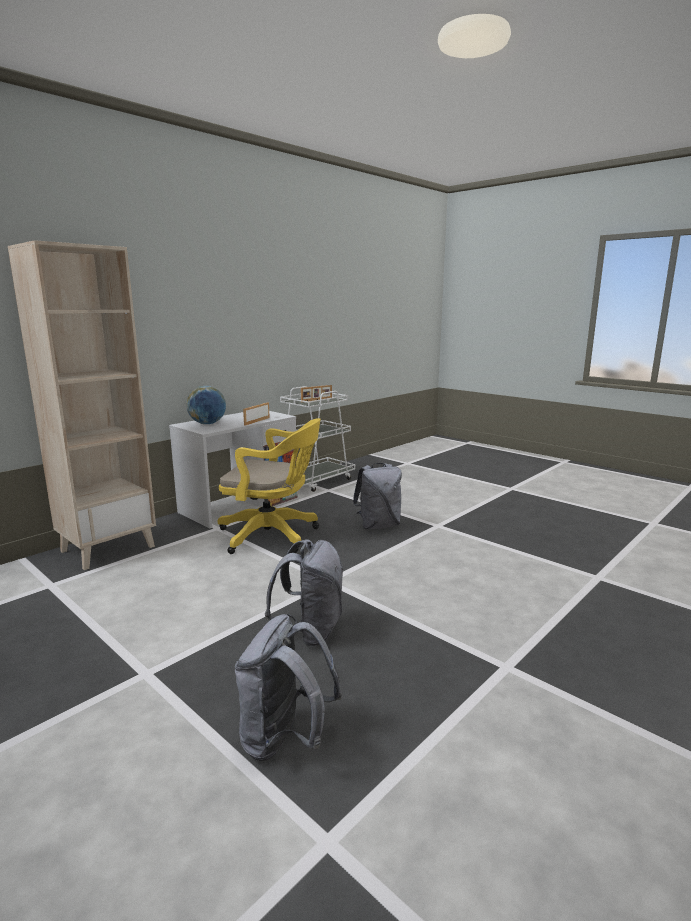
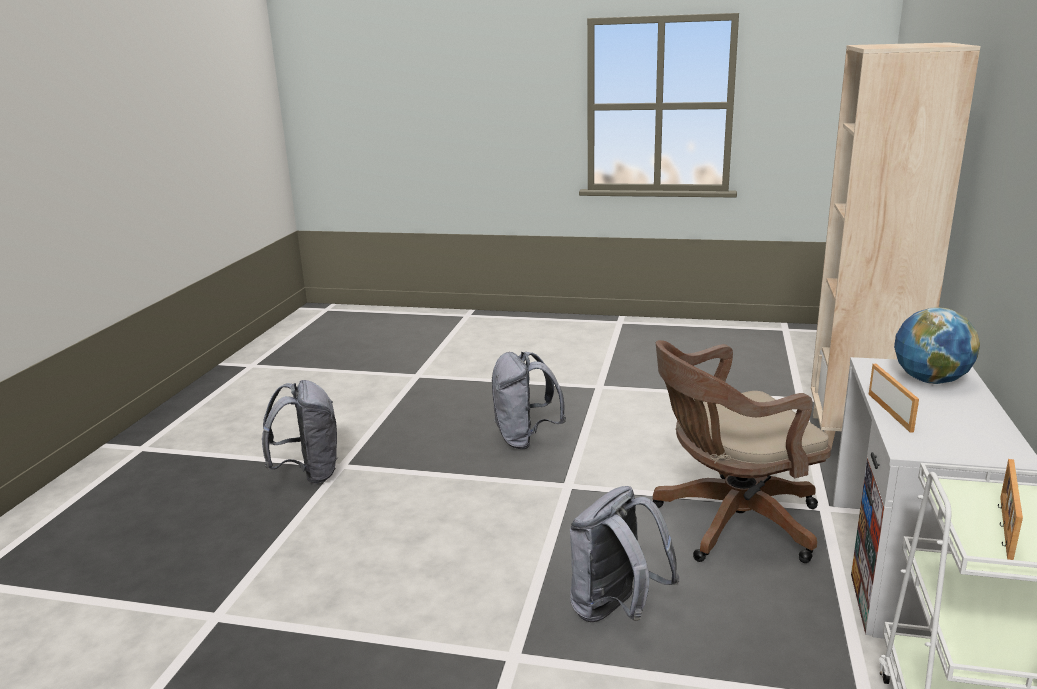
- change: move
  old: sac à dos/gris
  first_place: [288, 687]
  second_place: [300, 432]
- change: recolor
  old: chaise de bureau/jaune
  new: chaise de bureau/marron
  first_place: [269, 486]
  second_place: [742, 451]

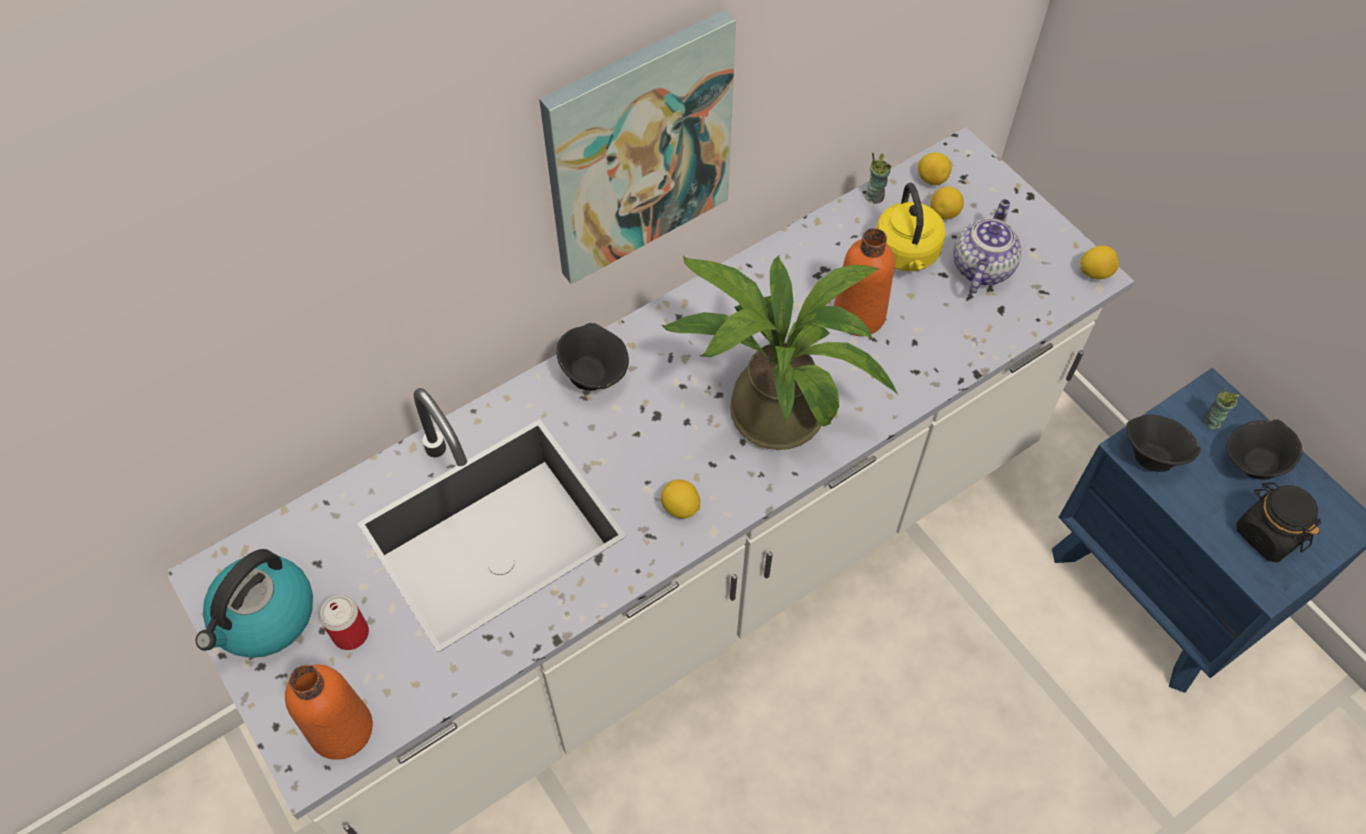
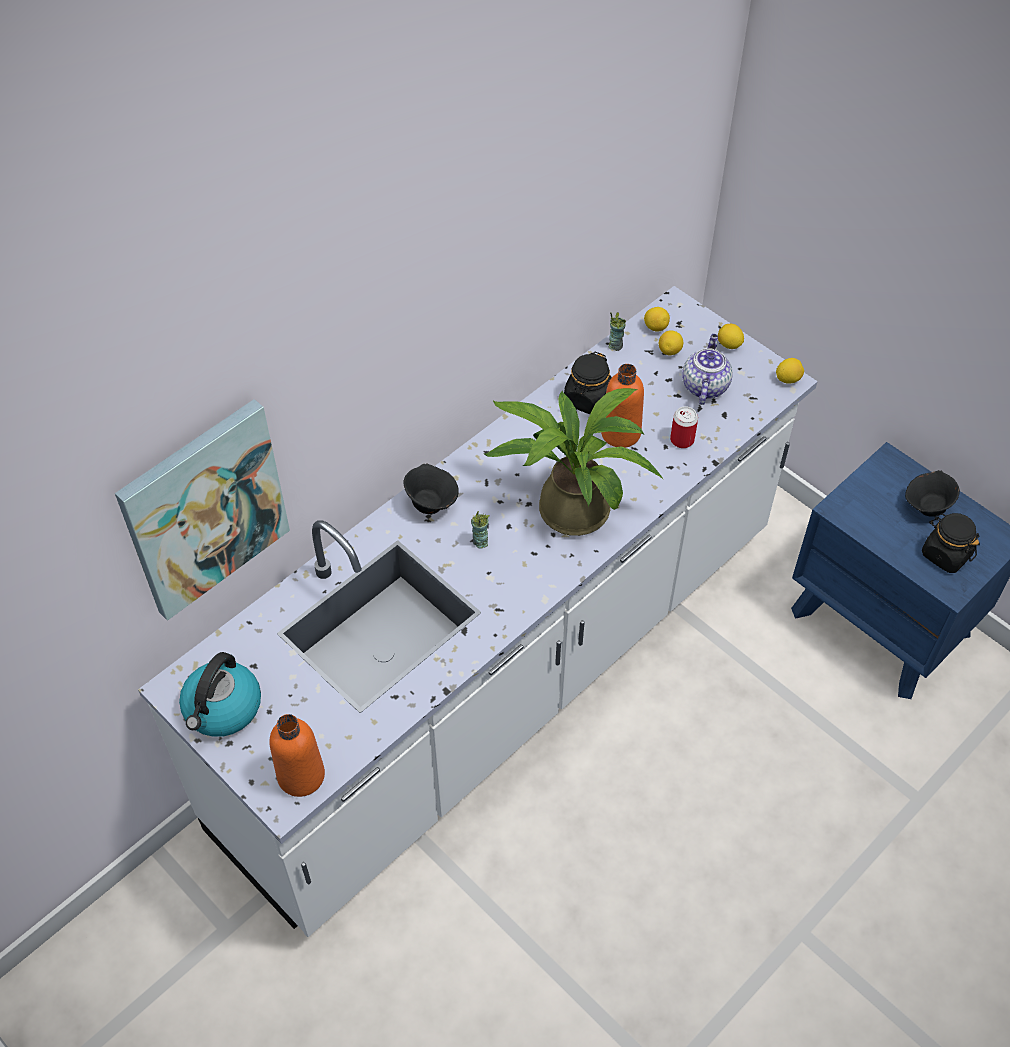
- change: delete
  old: bouilloire/jaune
  first_place: [911, 227]
- change: delete
  old: bol/noir
  first_place: [1164, 443]
- change: insert
  new: bocal/noir
  second_place: [588, 382]
- change: move
  old: boîte métallique
  first_place: [344, 622]
  second_place: [684, 427]
- change: move
  old: tableau
  first_place: [637, 146]
  second_place: [202, 510]
- change: move
  old: citron
  first_place: [680, 499]
  second_place: [731, 336]
- change: move
  old: tasse
  first_place: [1221, 409]
  second_place: [480, 530]

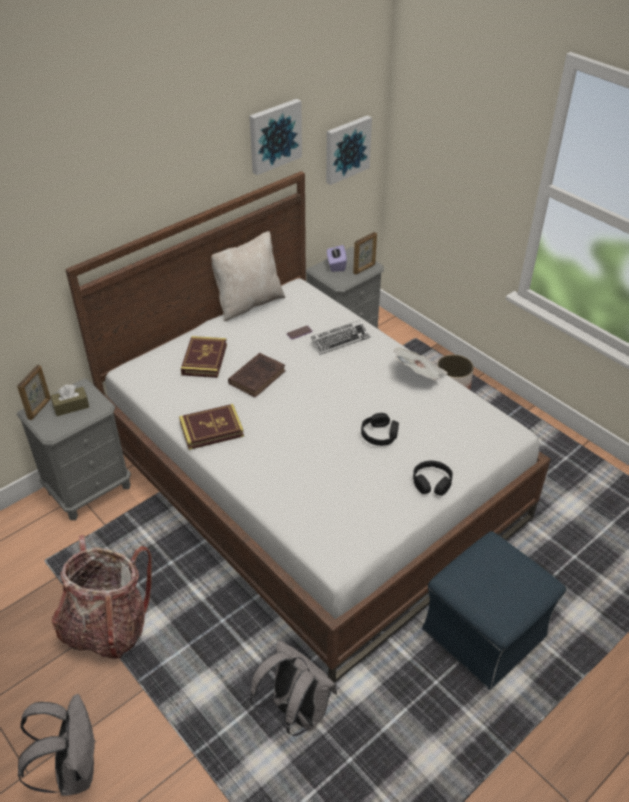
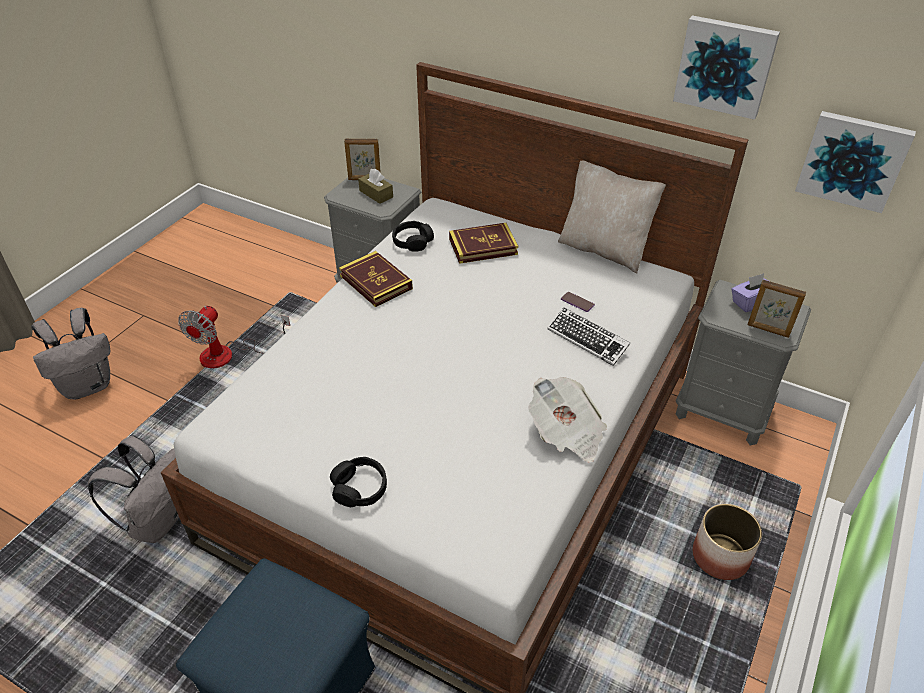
- change: delete
  old: livre/marron
  first_place: [257, 375]
- change: move
  old: casque audio/noir
  first_place: [380, 429]
  second_place: [413, 236]
- change: replace
  old: sac à dos
  new: ventilateur
  first_place: [102, 597]
  second_place: [234, 337]

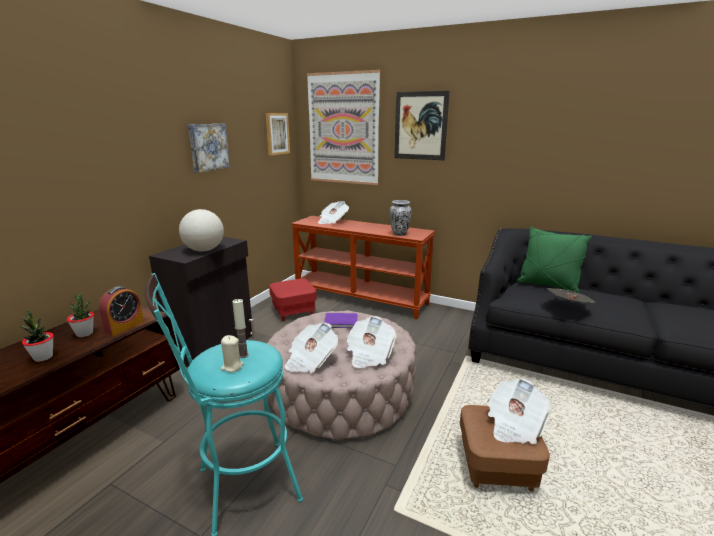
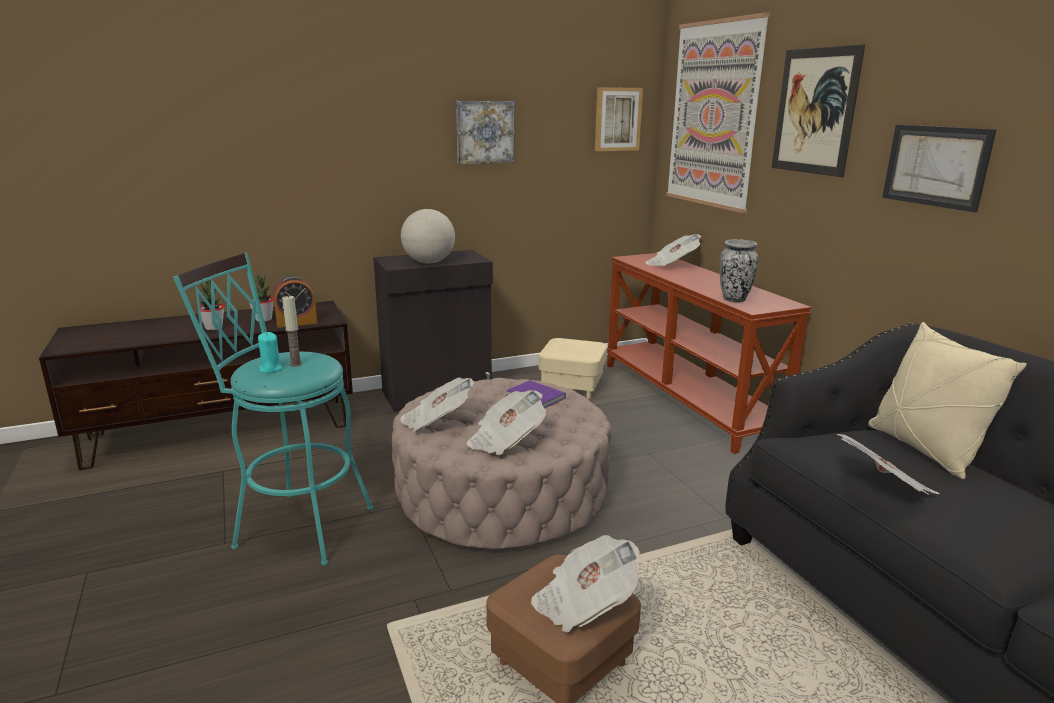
- change: insert
  new: tableau
  second_place: [939, 168]
- change: recolor
  old: bougie/beige
  new: bougie/turquoise
  first_place: [232, 353]
  second_place: [270, 352]
- change: recolor
  old: pouf/rouge
  new: pouf/beige
  first_place: [293, 299]
  second_place: [572, 368]
- change: recolor
  old: coussin/vert
  new: coussin/beige
  first_place: [554, 260]
  second_place: [947, 400]

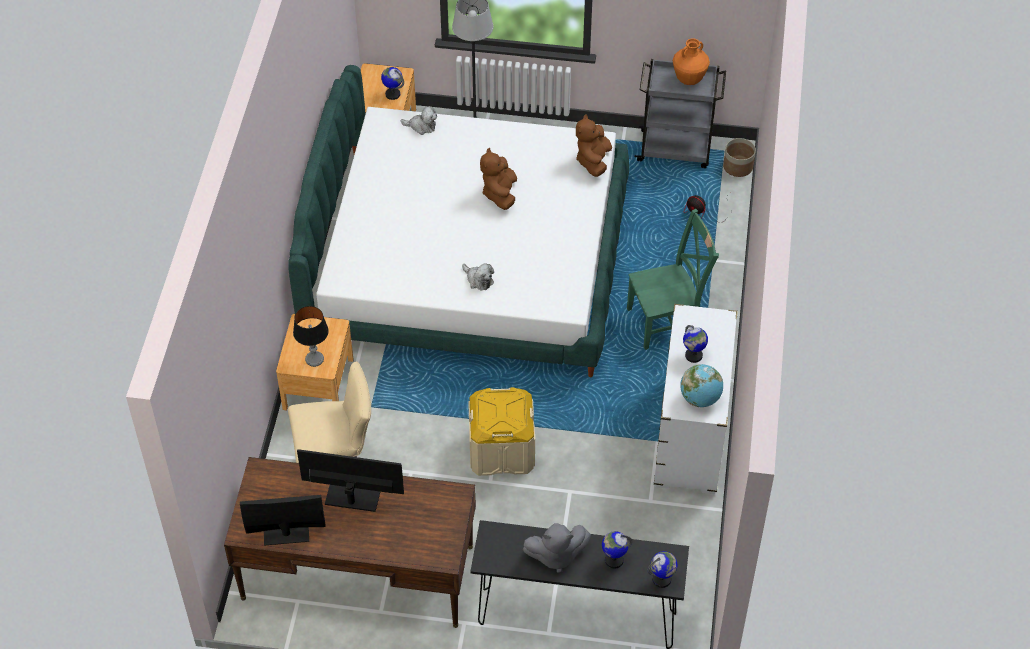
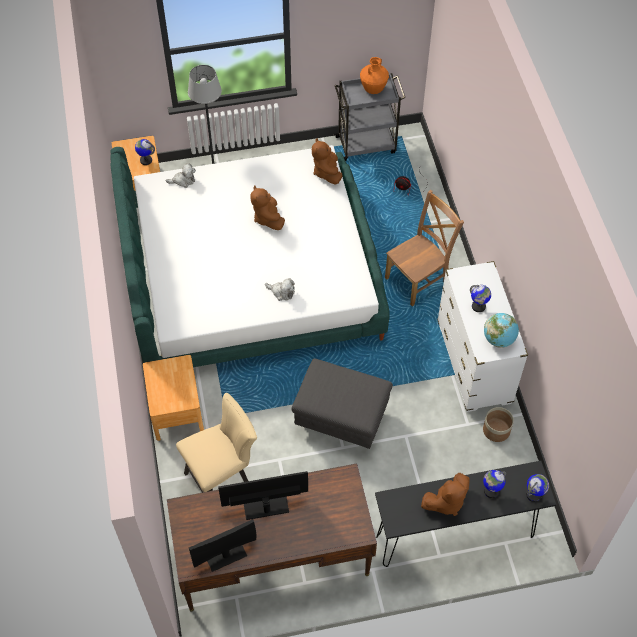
- change: delete
  old: lampe de table
  first_place: [311, 336]
- change: move
  old: cache-pot
  first_place: [739, 157]
  second_place: [498, 424]
- change: replace
  old: boîte de rangement/beige
  new: pouf/gris
  first_place: [501, 431]
  second_place: [342, 403]
- change: recolor
  old: peluche/gris
  new: peluche/marron
  first_place: [557, 548]
  second_place: [445, 494]
- change: recolor
  old: chaise/vert
  new: chaise/marron
  first_place: [673, 279]
  second_place: [424, 248]

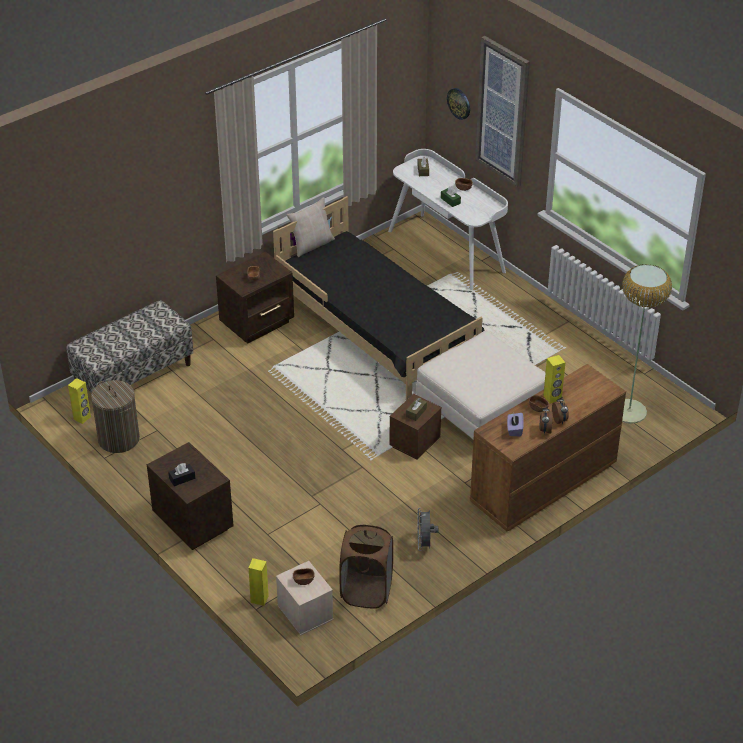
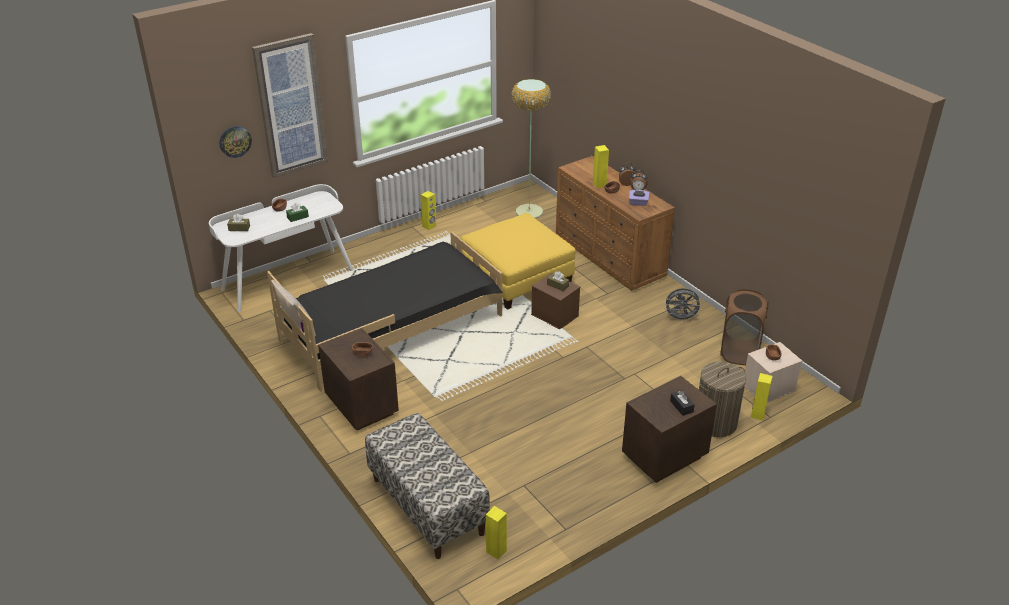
- change: insert
  new: enceinte/jaune
  second_place: [428, 210]
- change: move
  old: panier à linge
  first_place: [115, 416]
  second_place: [722, 399]
- change: recolor
  old: pouf/blanc
  new: pouf/jaune
  first_place: [481, 384]
  second_place: [518, 261]

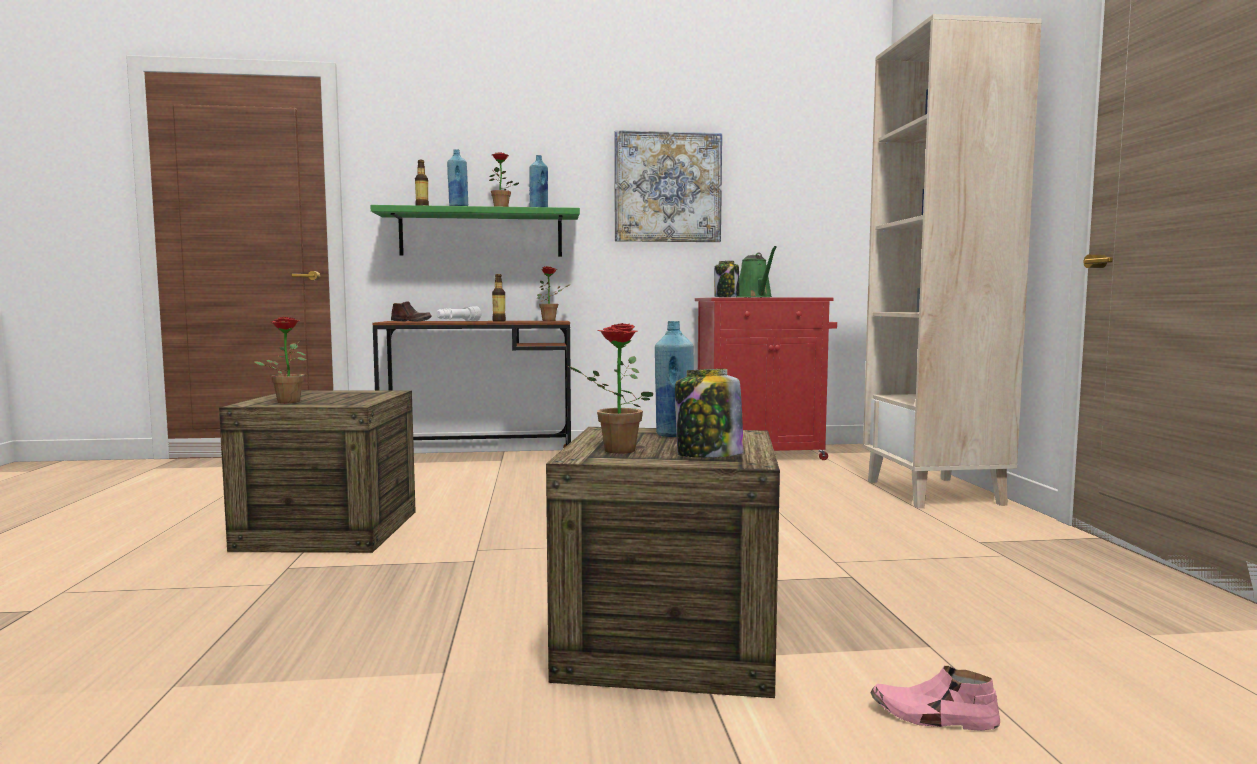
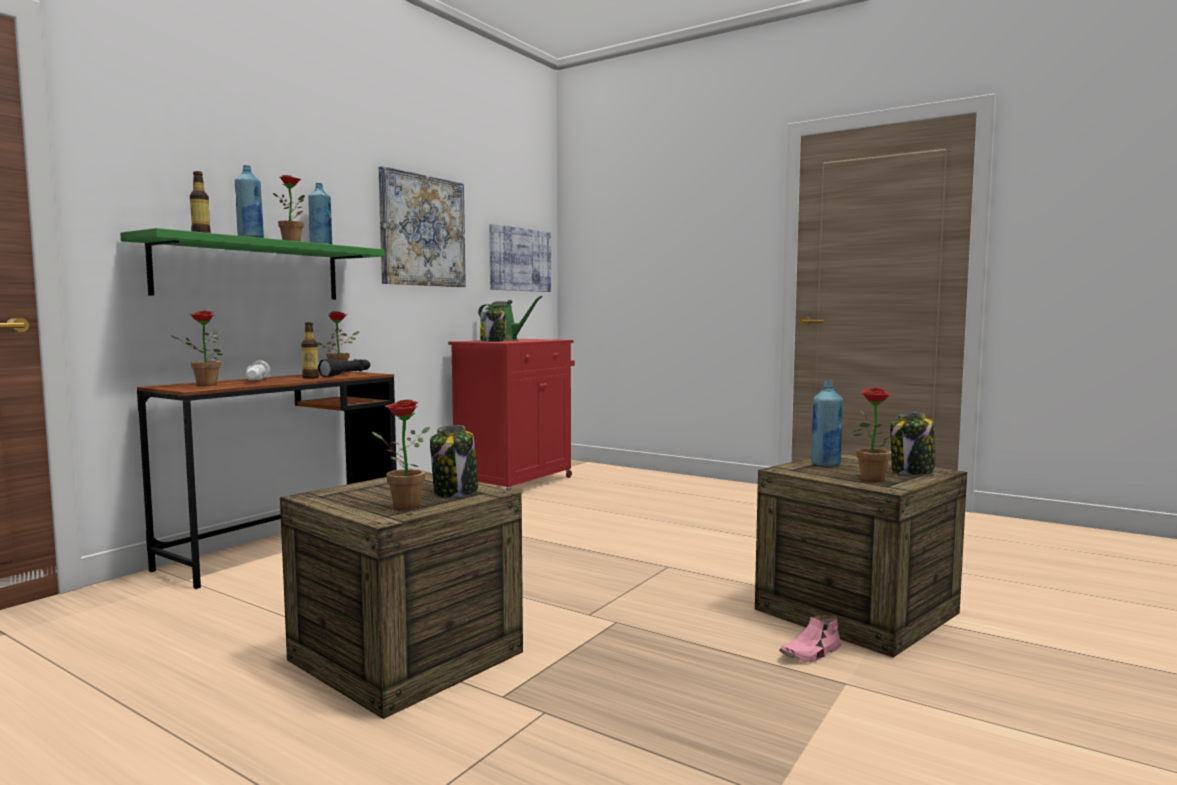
- change: delete
  old: bibliothèque/beige
  first_place: [952, 261]
- change: insert
  new: lampe de poche/noir
  second_place: [344, 368]
- change: insert
  new: bocal
  second_place: [454, 461]
- change: insert
  new: tableau
  second_place: [520, 258]
- change: move
  old: chaussure/rose
  first_place: [935, 698]
  second_place: [810, 638]
- change: replace
  old: chaussure/marron
  new: plante en pot
  first_place: [411, 311]
  second_place: [196, 348]

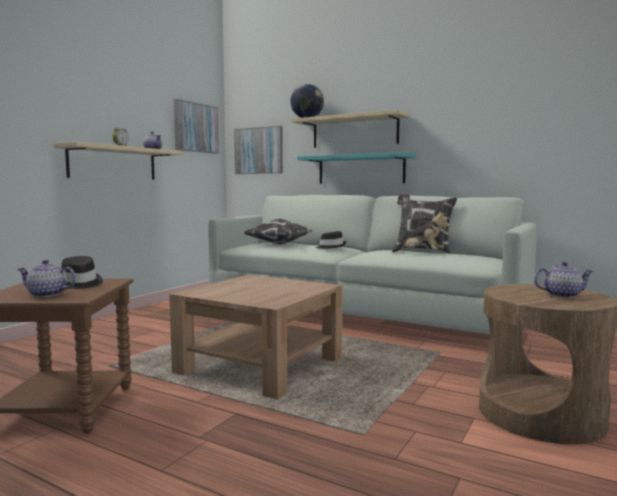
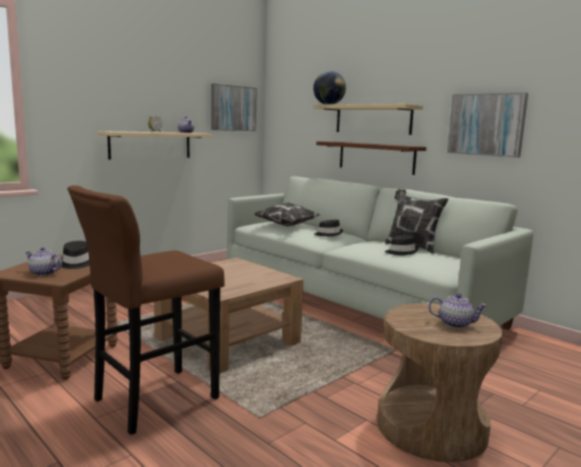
- change: insert
  new: tabouret/marron
  second_place: [146, 310]
- change: move
  old: tableau
  first_place: [258, 150]
  second_place: [487, 125]
- change: replace
  old: peluche
  new: chapeau/noir
  first_place: [421, 232]
  second_place: [402, 245]
- change: recolor
  old: étagère/turquoise
  new: étagère/marron
  first_place: [356, 168]
  second_place: [371, 158]

